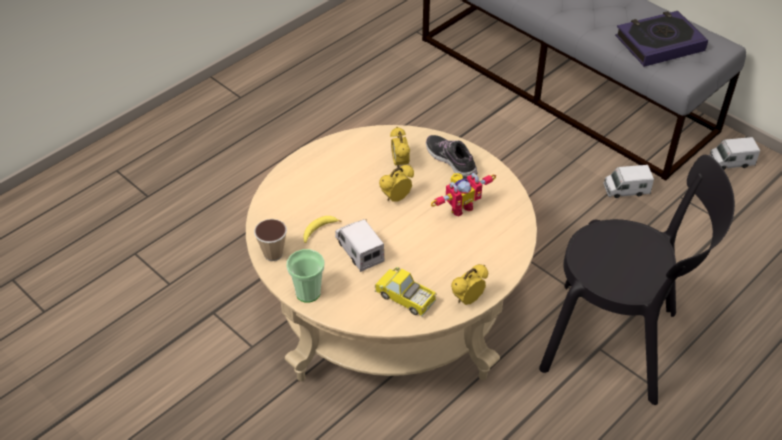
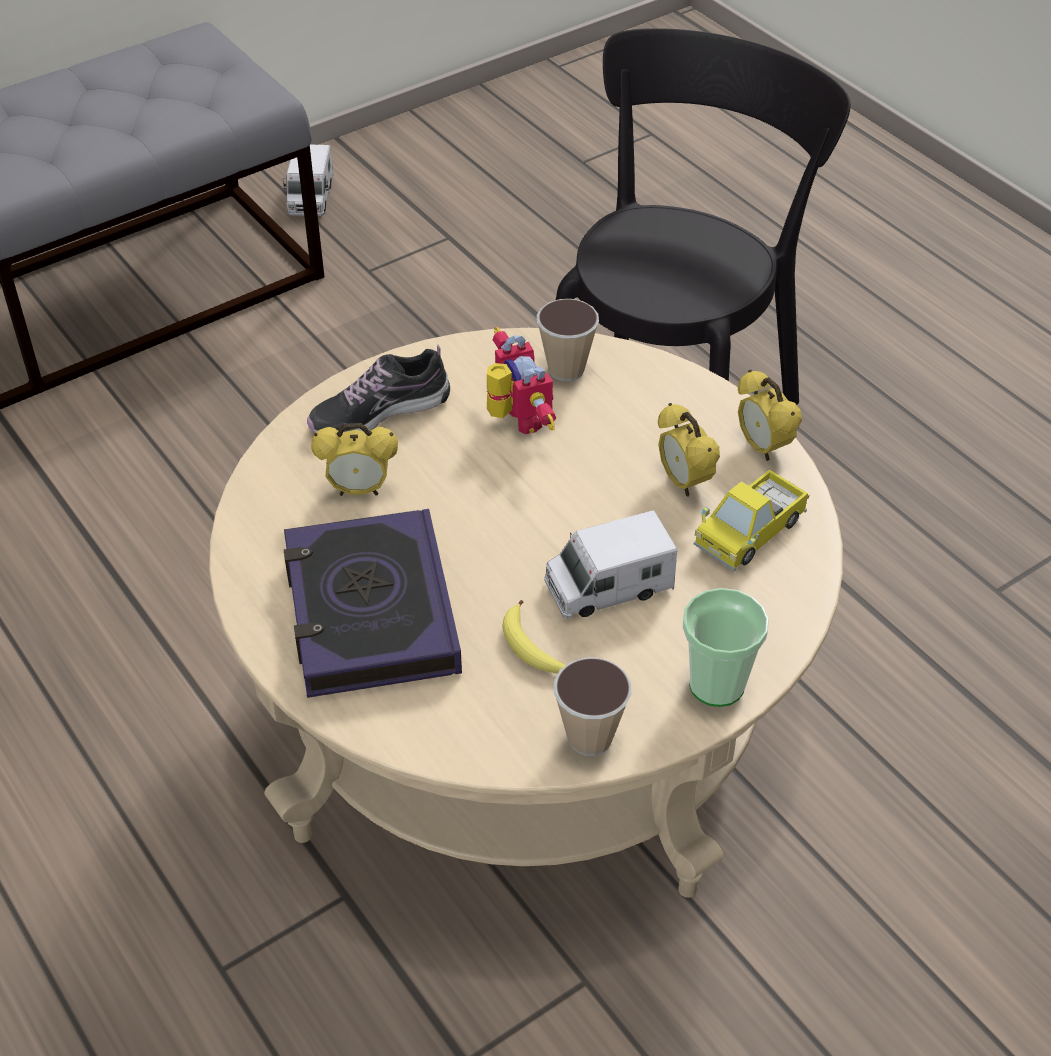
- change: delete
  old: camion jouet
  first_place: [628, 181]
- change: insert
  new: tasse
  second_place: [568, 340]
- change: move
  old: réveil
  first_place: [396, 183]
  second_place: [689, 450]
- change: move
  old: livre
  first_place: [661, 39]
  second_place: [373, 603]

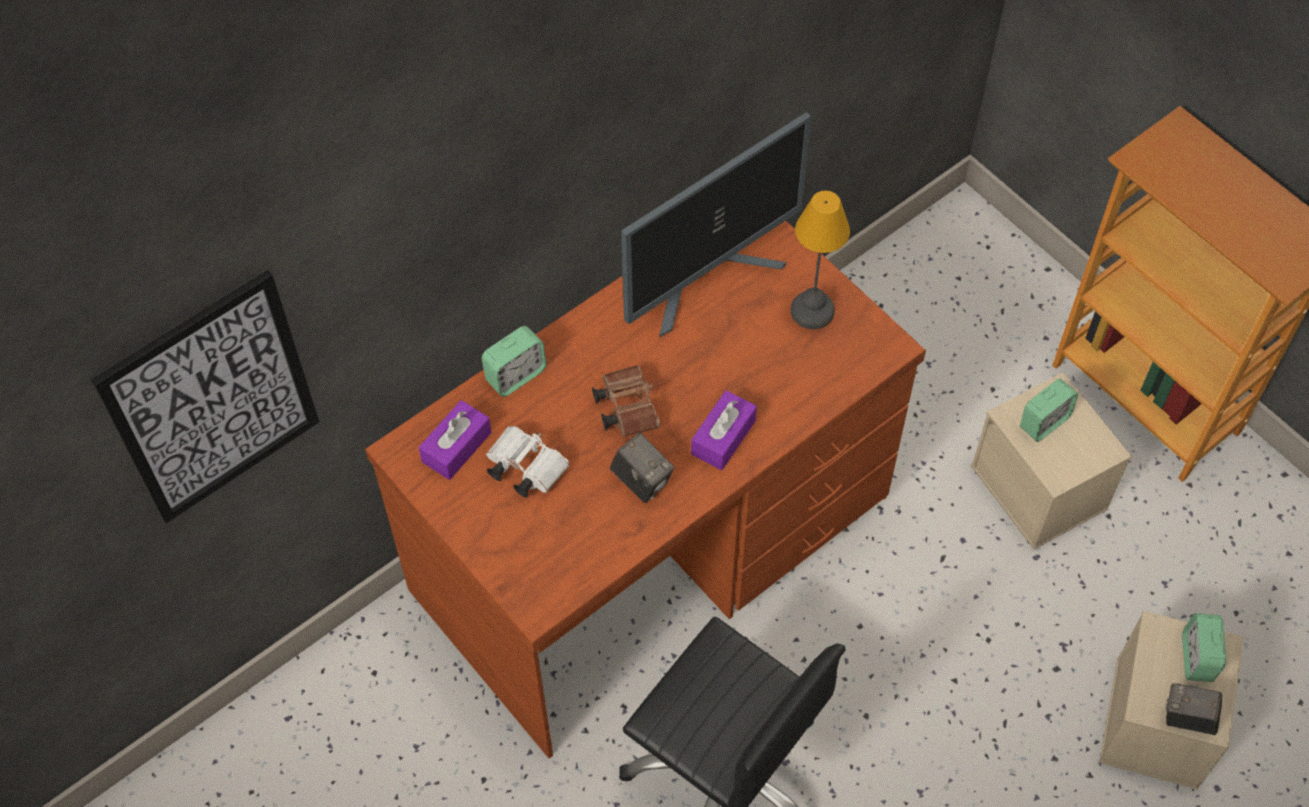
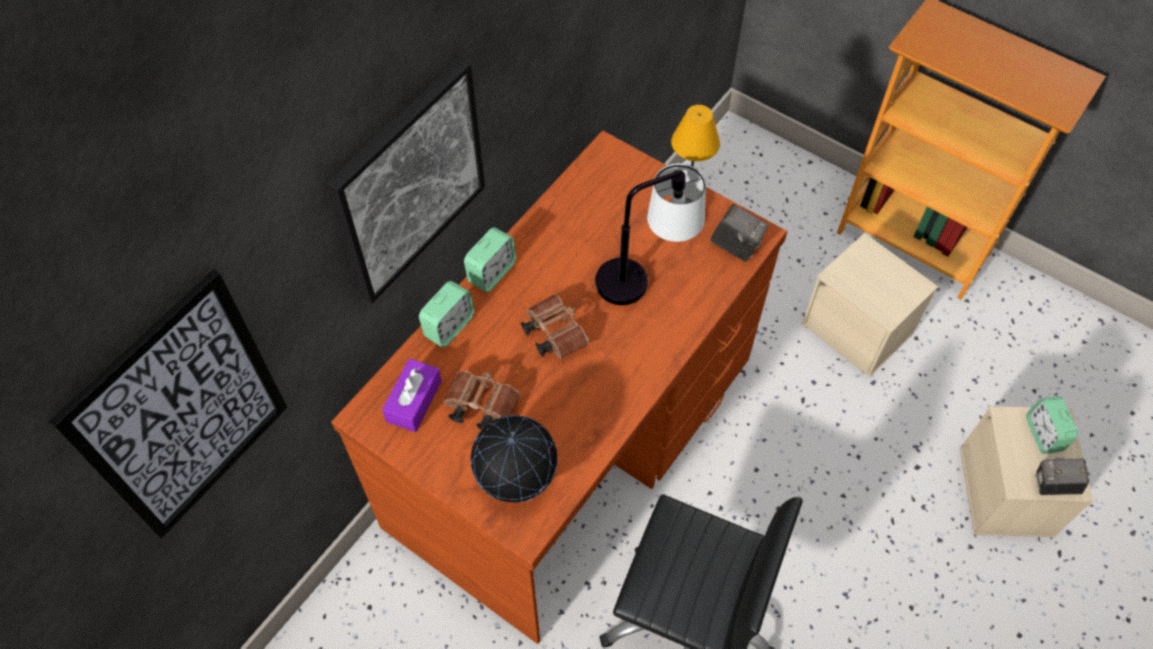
- change: delete
  old: écran d'ordinateur
  first_place: [716, 225]
- change: delete
  old: boîte à mouchoirs/violet
  first_place: [724, 430]
- change: insert
  new: tableau
  second_place: [405, 181]
- change: insert
  new: globe
  second_place: [514, 458]
- change: insert
  new: lampe de table
  second_place: [650, 234]
- change: move
  old: appareil photo
  first_place: [642, 468]
  second_place: [739, 233]
- change: move
  old: réveil
  first_place: [1049, 410]
  second_place: [490, 259]
- change: recolor
  old: jumelles/blanc
  new: jumelles/marron
  first_place: [527, 462]
  second_place: [482, 400]

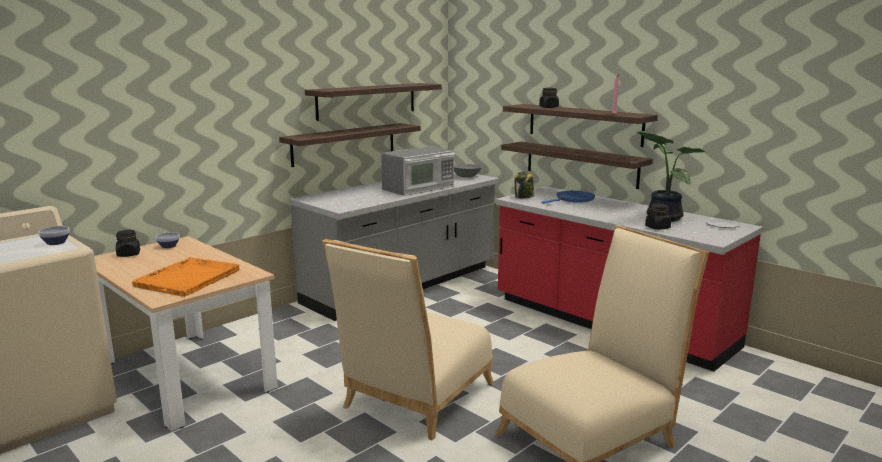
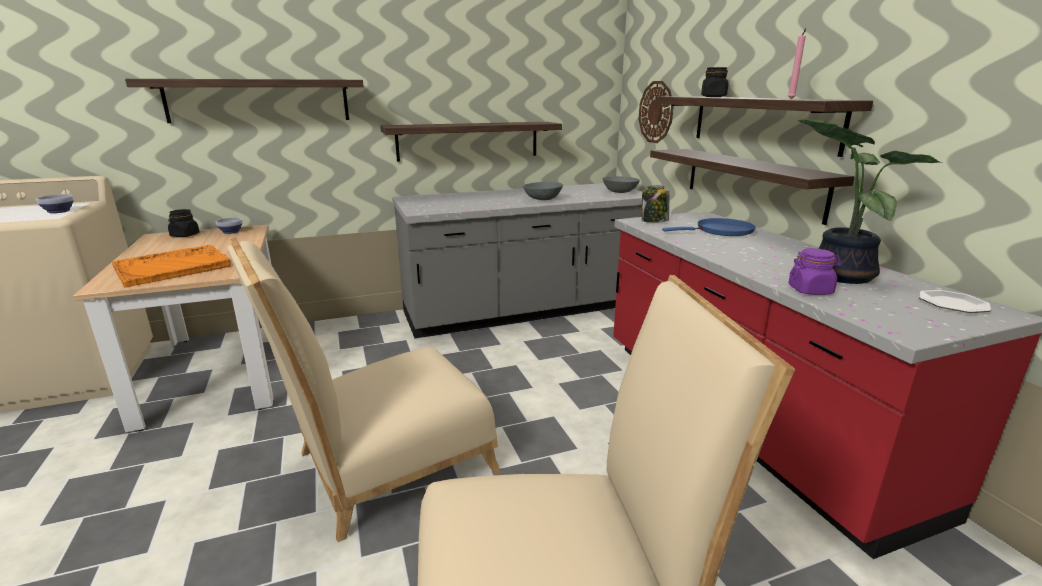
- change: insert
  new: horloge murale
  second_place: [656, 112]
- change: move
  old: étagère
  first_place: [373, 102]
  second_place: [244, 101]
- change: replace
  old: micro-ondes
  new: bol/gris
  first_place: [418, 171]
  second_place: [543, 191]
- change: recolor
  old: bocal/noir
  new: bocal/violet
  first_place: [658, 217]
  second_place: [814, 271]

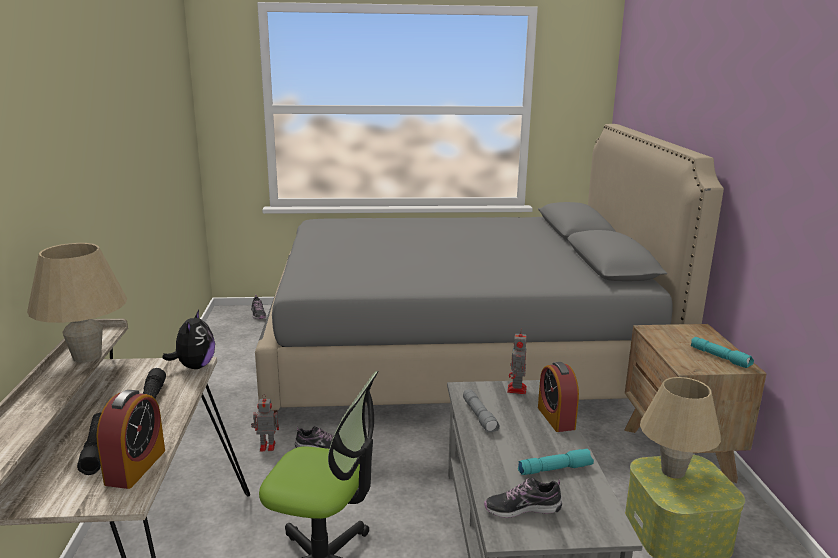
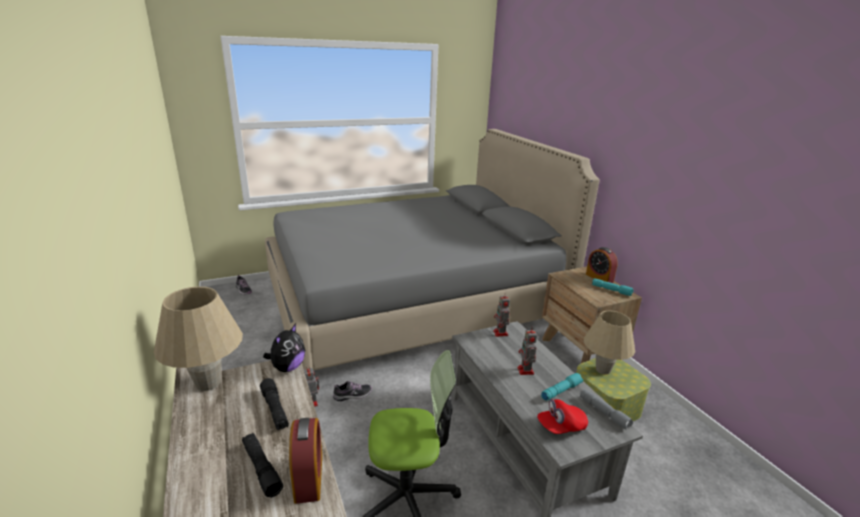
- change: insert
  new: robot jouet
  second_place: [527, 351]
- change: move
  old: lampe de poche/gris
  first_place: [481, 410]
  second_place: [606, 409]
- change: move
  old: réveil
  first_place: [558, 397]
  second_place: [602, 265]
- change: replace
  old: chaussure
  new: casquette/rouge
  first_place: [523, 498]
  second_place: [562, 416]
- change: rotate
  old: peluche
  first_place: [188, 339]
  second_place: [284, 348]
  degrees: 45

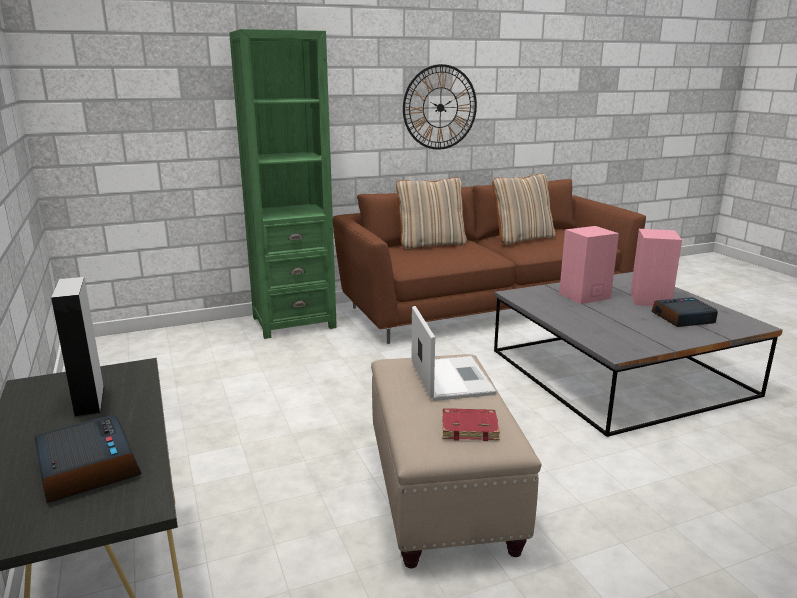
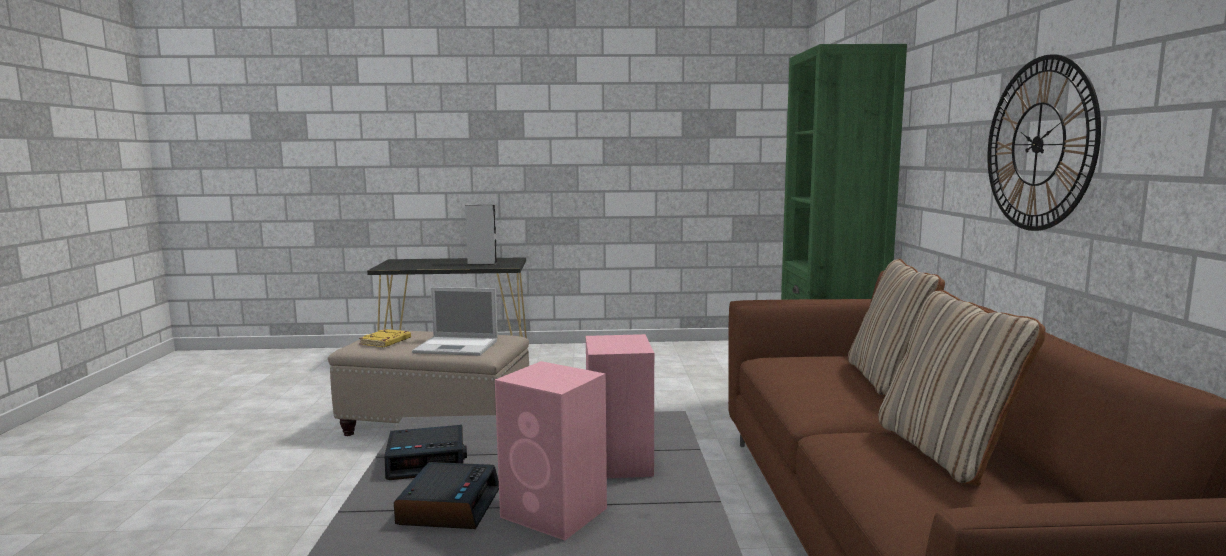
- change: move
  old: réveil
  first_place: [88, 458]
  second_place: [425, 452]
- change: recolor
  old: livre/rouge
  new: livre/jaune
  first_place: [471, 424]
  second_place: [385, 338]

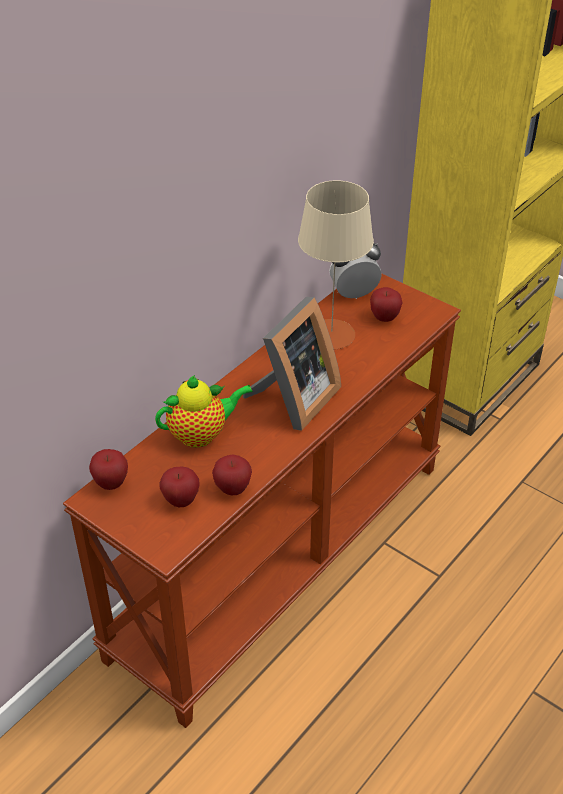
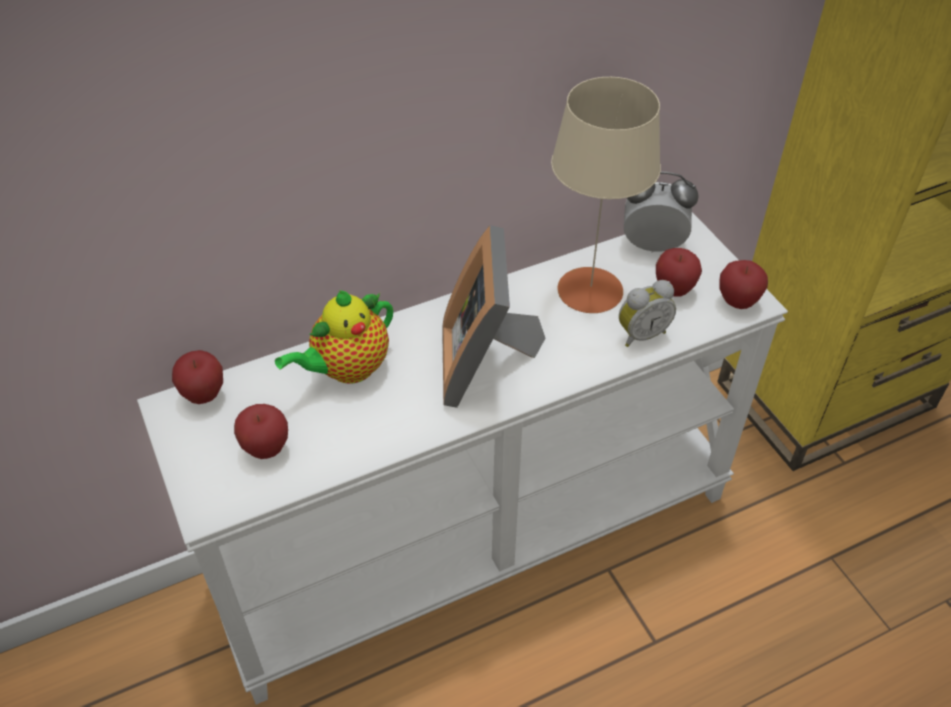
- change: insert
  new: réveil
  second_place: [647, 313]
- change: move
  old: pomme
  first_place: [232, 475]
  second_place: [743, 284]
- change: recolor
  old: table console/marron
  new: table console/blanc
  first_place: [262, 500]
  second_place: [462, 458]
- change: rotate
  old: théière
  first_place: [204, 411]
  second_place: [334, 337]
  degrees: 135
- change: rotate
  old: cadre photo
  first_place: [292, 364]
  second_place: [493, 316]
  degrees: 120

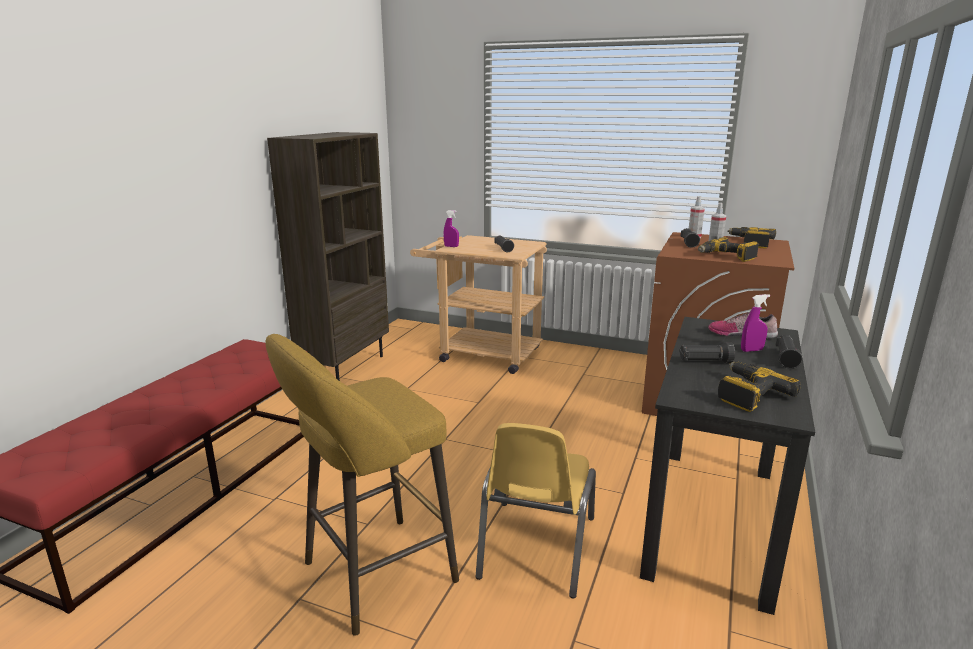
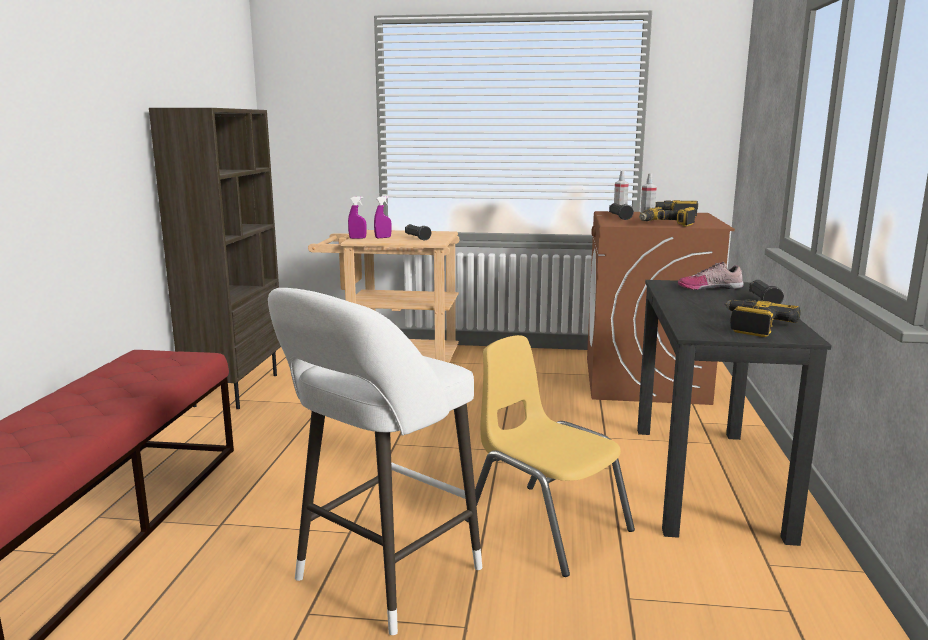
- change: delete
  old: lampe de poche/noir
  first_place: [707, 352]
- change: move
  old: vaporisateur/violet
  first_place: [755, 323]
  second_place: [383, 217]
- change: recolor
  old: tabouret/jaune
  new: tabouret/blanc
  first_place: [362, 485]
  second_place: [375, 461]
- change: rotate
  old: chaise/jaune
  first_place: [536, 511]
  second_place: [550, 456]
  degrees: 135

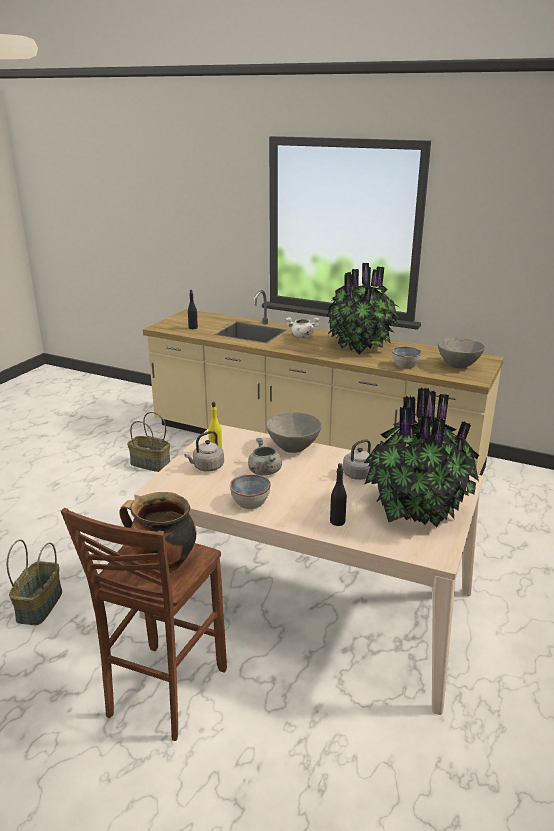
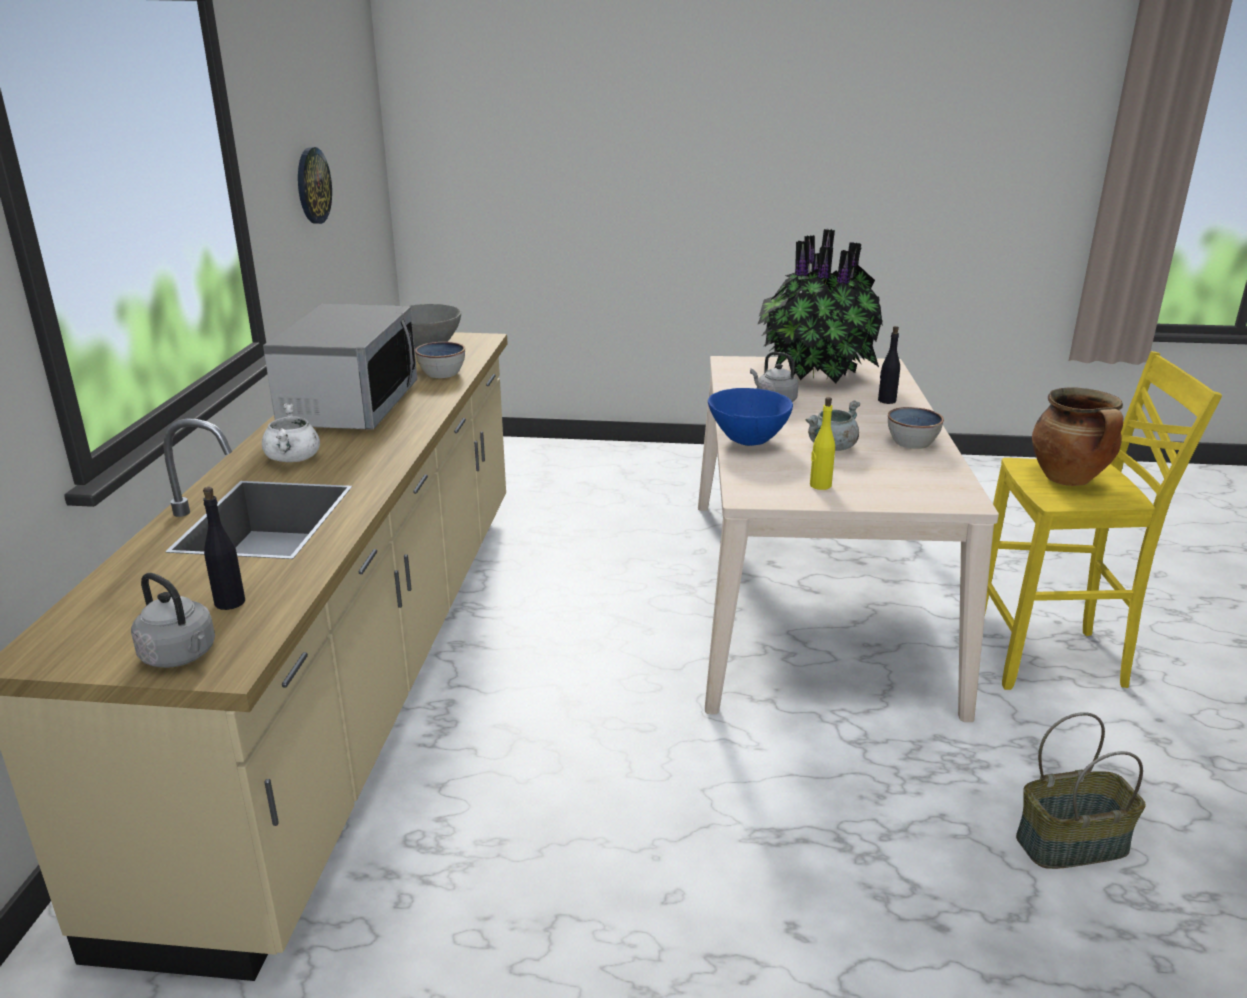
- change: delete
  old: panier
  first_place: [148, 442]
- change: insert
  new: horloge murale
  second_place: [315, 185]
- change: move
  old: bouilloire/gris
  first_place: [204, 451]
  second_place: [173, 620]
- change: replace
  old: plante en pot
  new: micro-ondes
  first_place: [363, 308]
  second_place: [340, 367]
- change: recolor
  old: tabouret/marron
  new: tabouret/jaune
  first_place: [144, 624]
  second_place: [1103, 520]
- change: recolor
  old: bol/gris
  new: bol/bleu
  first_place: [294, 433]
  second_place: [750, 417]

